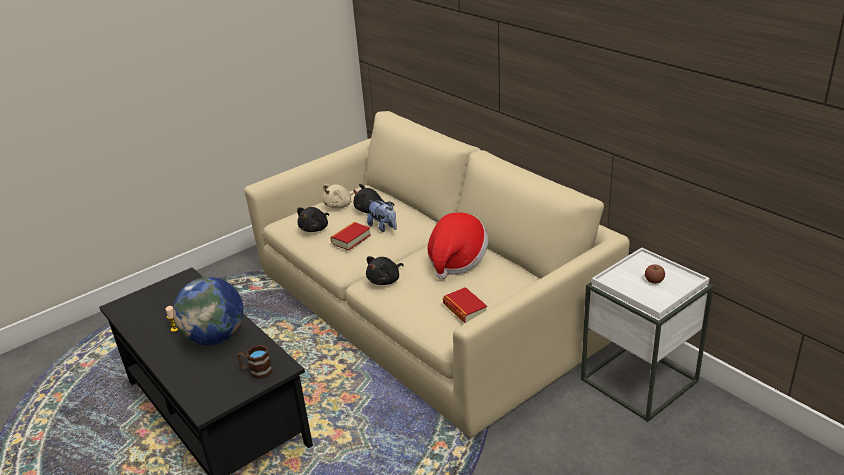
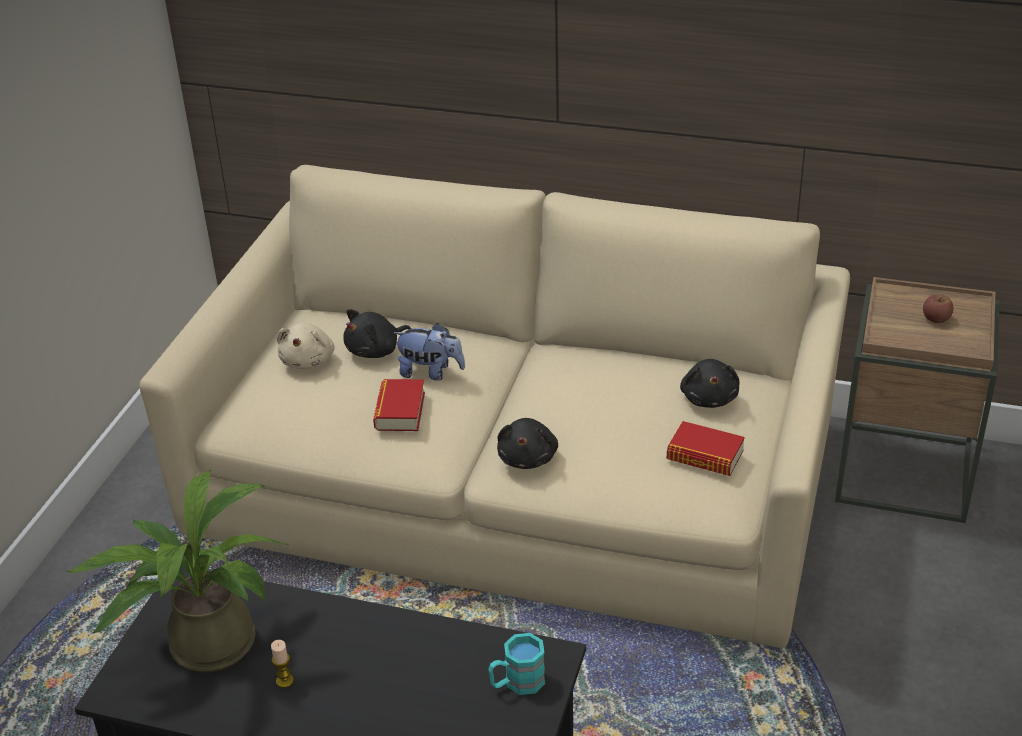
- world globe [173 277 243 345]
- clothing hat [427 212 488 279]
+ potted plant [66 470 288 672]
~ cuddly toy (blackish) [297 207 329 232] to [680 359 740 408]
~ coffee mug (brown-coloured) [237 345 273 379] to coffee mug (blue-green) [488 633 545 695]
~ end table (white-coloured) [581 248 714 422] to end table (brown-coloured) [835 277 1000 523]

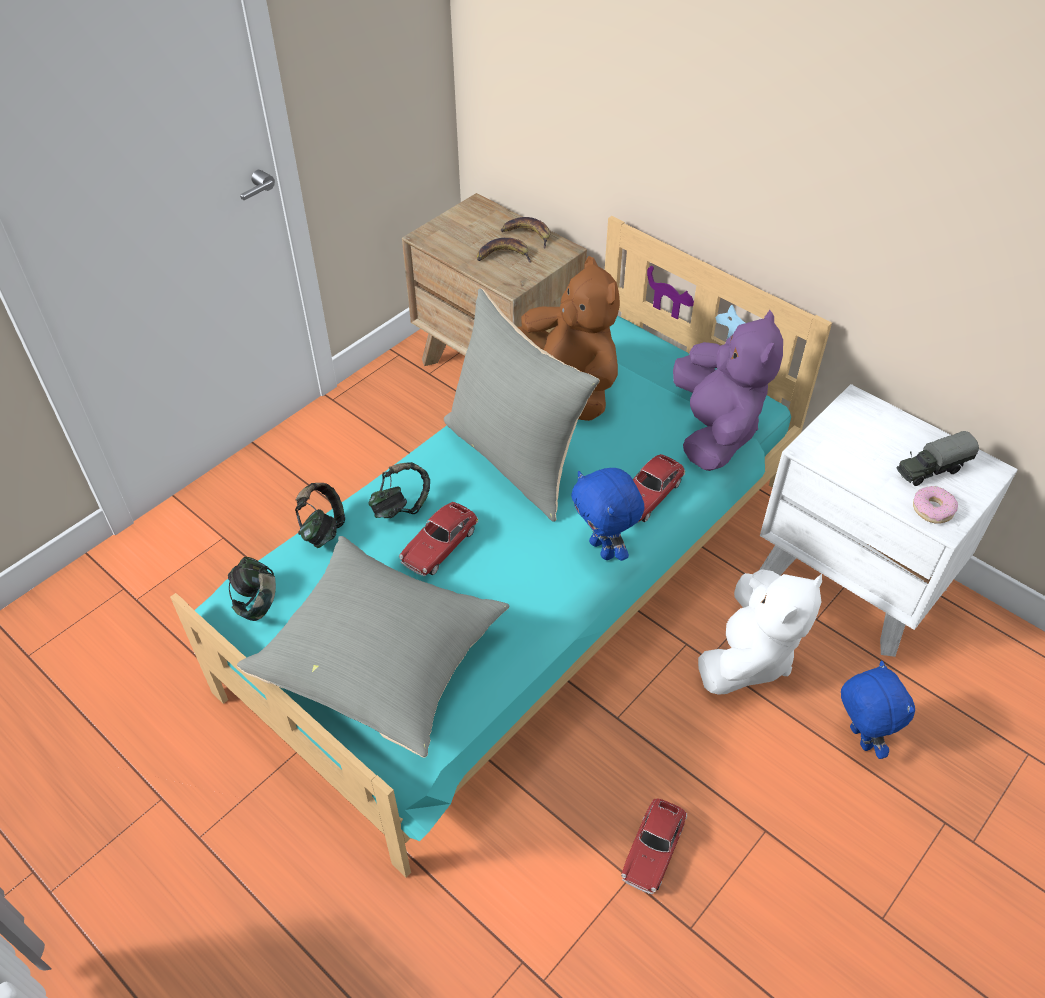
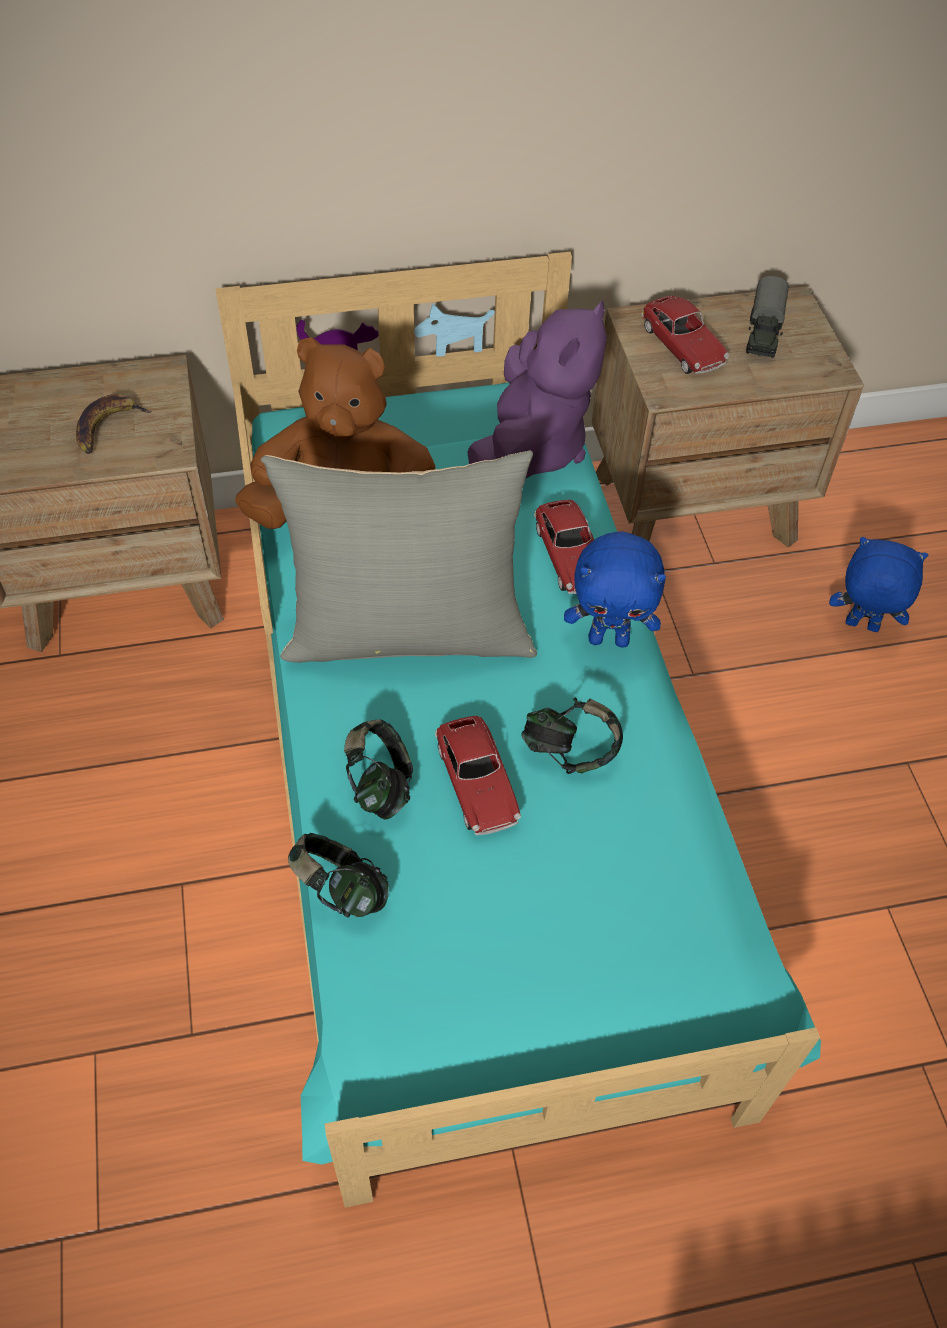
- throw pillow (gray) [237 536 510 758]
- banana fruit [501 217 550 249]
- cuddly toy (white-coloured) [698 569 822 695]
- donut [913 486 958 524]
~ pair of headphones [228 557 276 621] to [521 697 623 774]
~ miniature car [621 798 687 894] to [641 296 729 374]
~ nightstand (white-coloured) [759 384 1018 657] to nightstand (brown-coloured) [592 286 864 548]
~ cuddly toy (purple) [673 310 783 471] = [467 301 607 478] 75 degrees clockwise

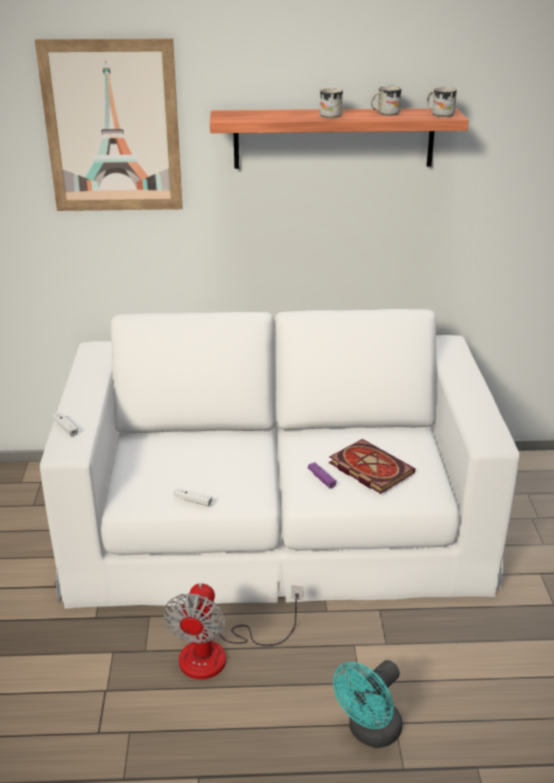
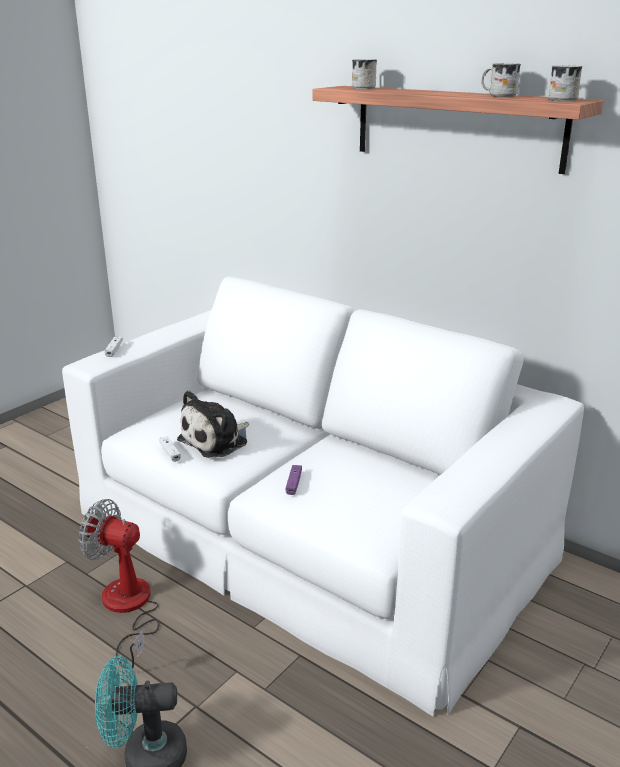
- wall picture [35 38 183 211]
- book [329 439 415 494]
+ cuddly toy [177 390 250 458]
~ coffee mug (white-coloured) [320 88 343 118] to [352 59 377 89]
~ cooling fan [163 583 303 679] = [79 499 159 669] 60 degrees clockwise

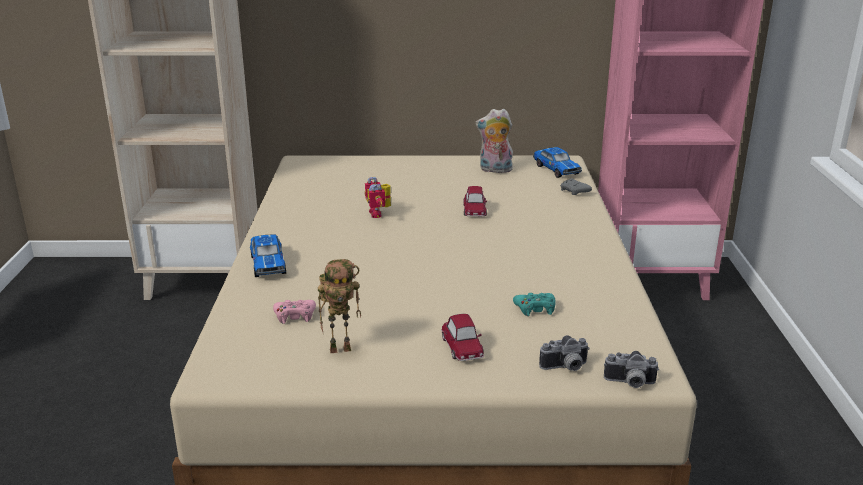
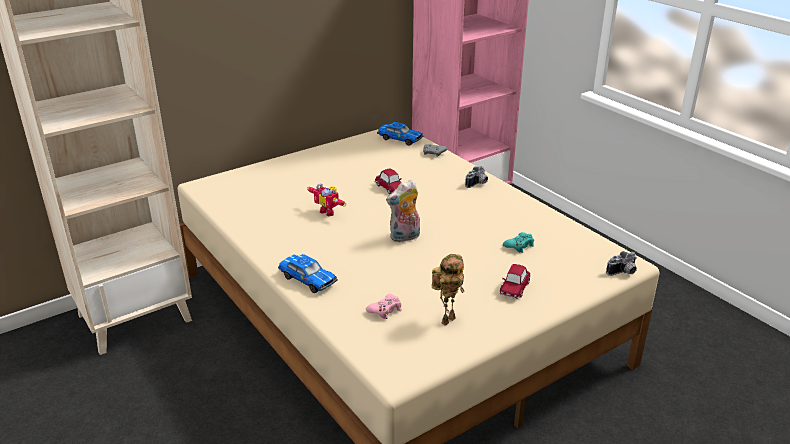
~ cuddly toy [475 109 513 173] to [386 180 420 242]
~ photo camera [539 335 590 371] to [465 166 488 188]
~ miniature car [441 314 484 361] = [500 264 531 299] 75 degrees clockwise

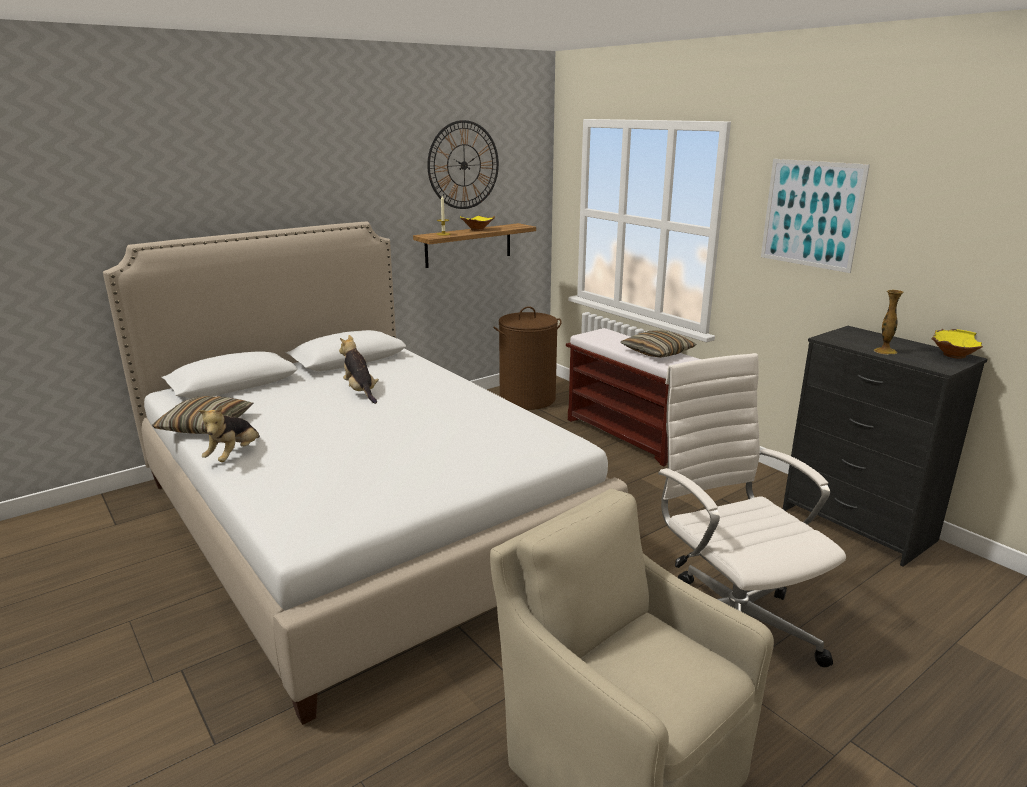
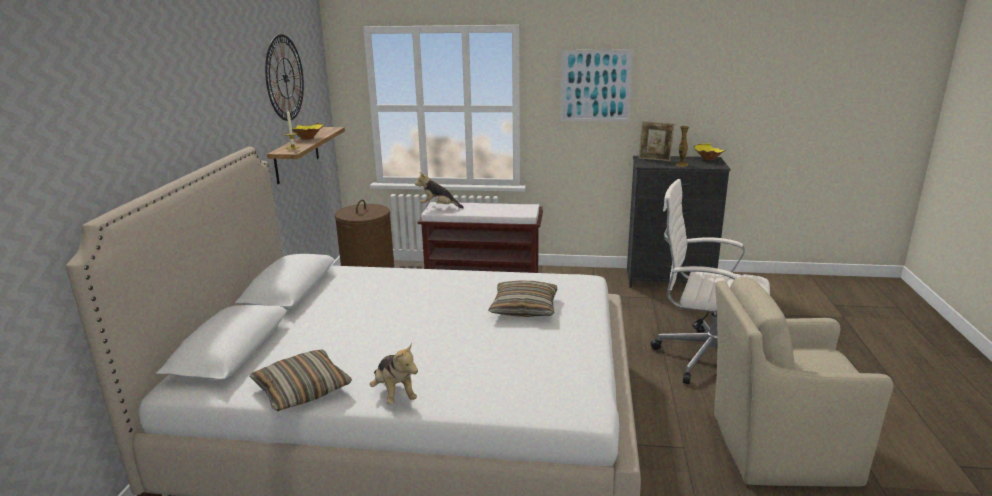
+ standing frame [638 121 674 161]
~ cuddly toy [339 335 379 404] to [415 172 464 208]
~ throw pillow [621 330 696 358] to [488 280 557 317]

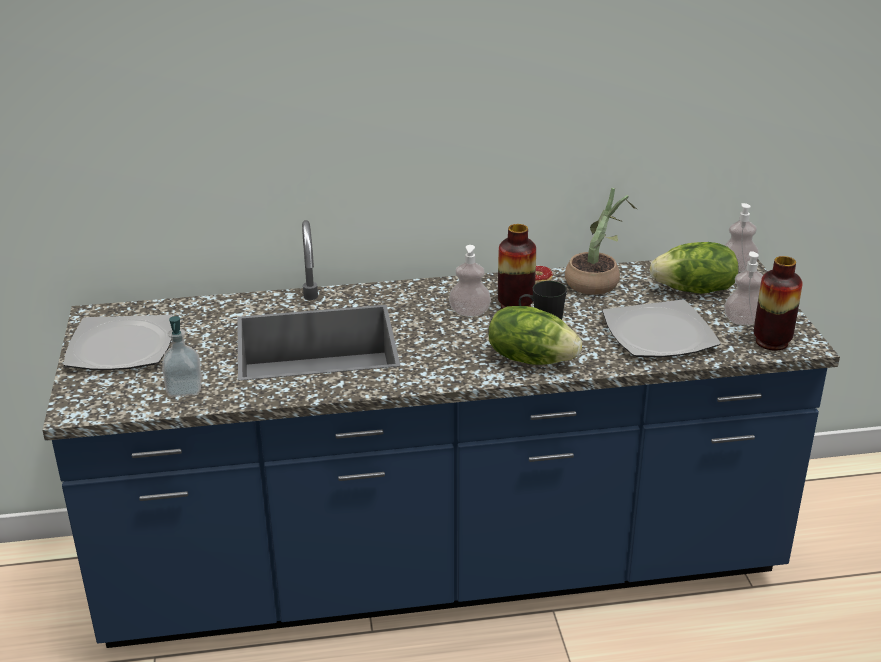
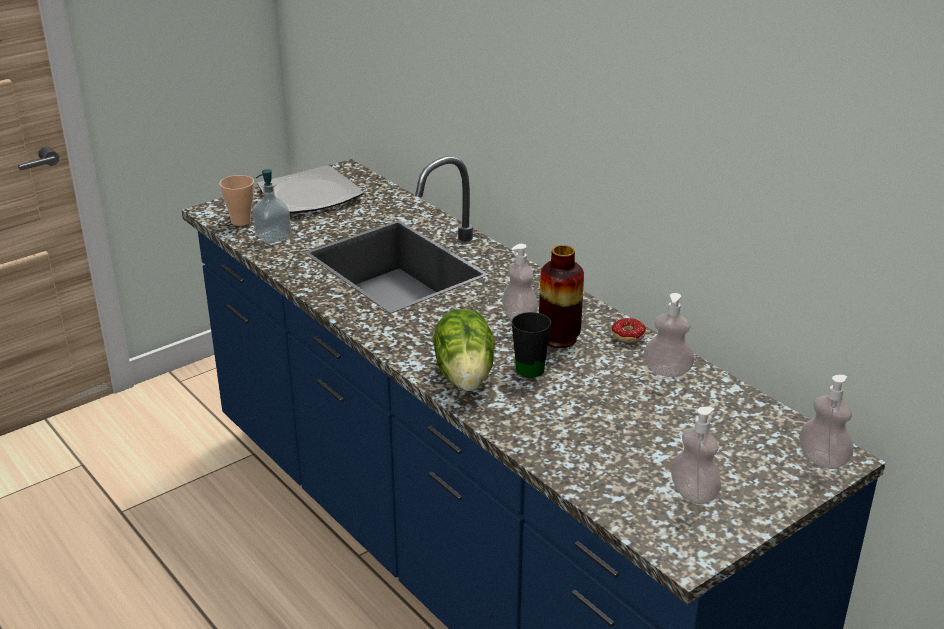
- dinner plate [602 300 721 357]
- lettuce head [650 242 739 294]
- vase [754 256 802 351]
+ small cup [219 175 254 226]
~ potted plant [565 188 637 295] to soap dispenser [644 293 695 377]

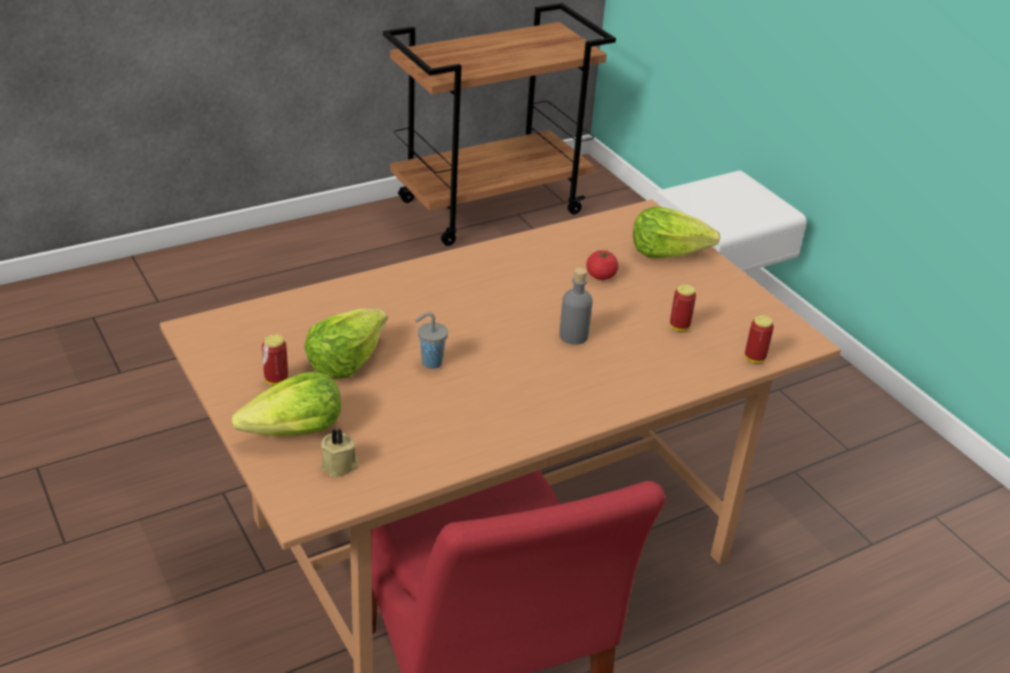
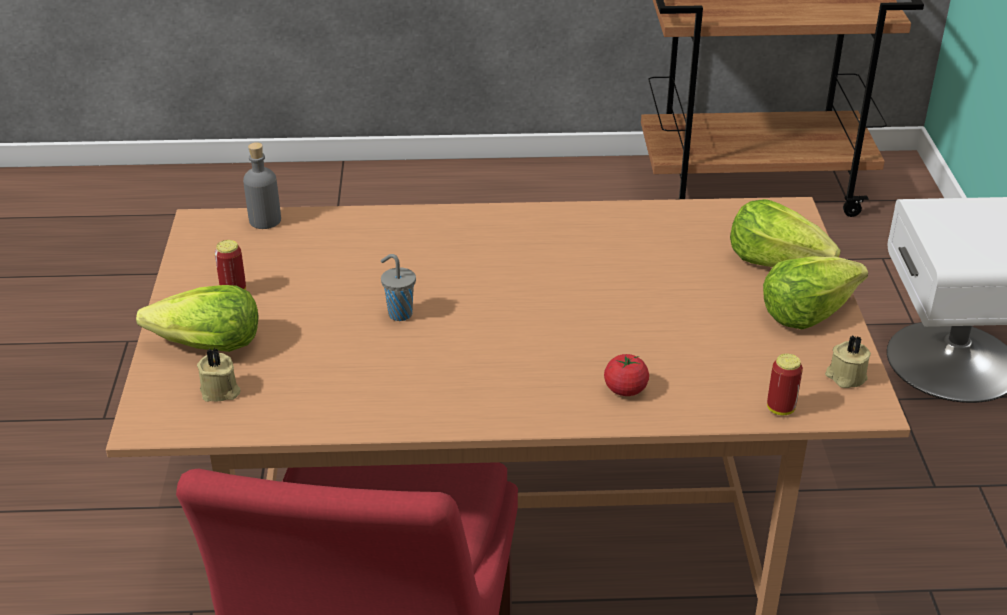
- can [670 284 696 331]
+ wax candle (sand-coloured) [825 335 871 388]
~ lettuce head [304 309 387 379] to [763 256 868 329]
~ bottle (gray) [559 267 593 345] to [243 142 281 229]
~ whole tomato [586 250 618 280] to [604 354 649 396]

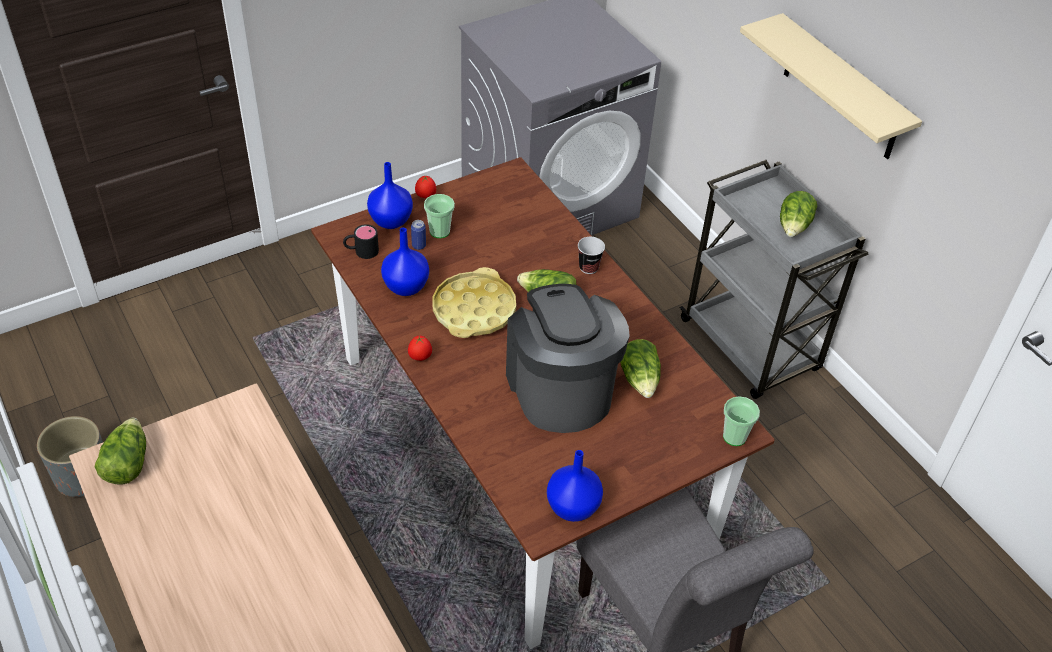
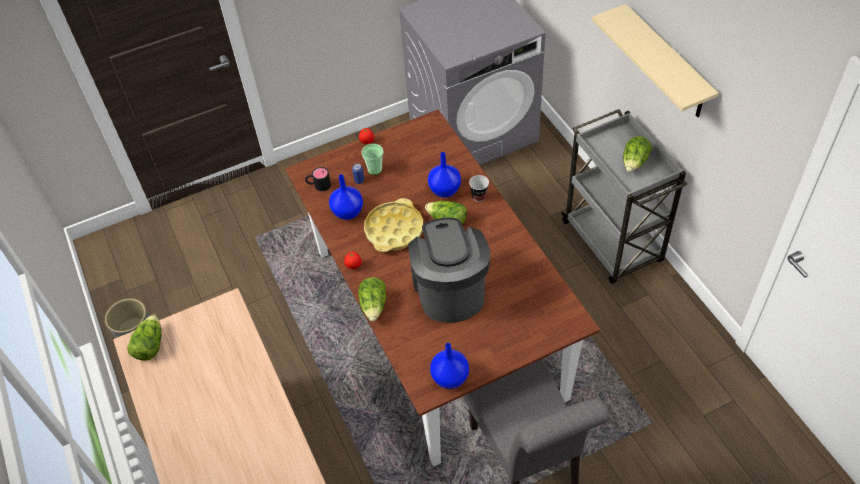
- small cup [723 396 760 446]
~ vase (blue-coloured) [367 162 413 229] to [428 152 461 198]
~ lettuce head [620 339 661 398] to [358 277 386 322]

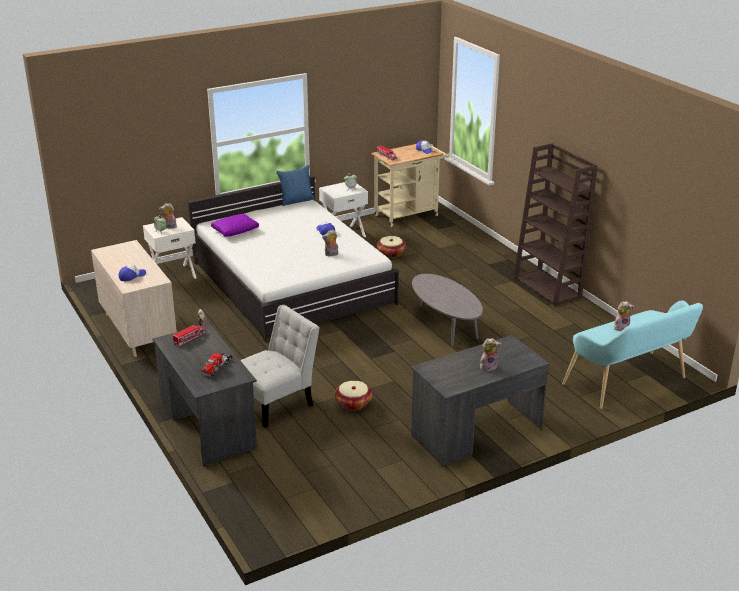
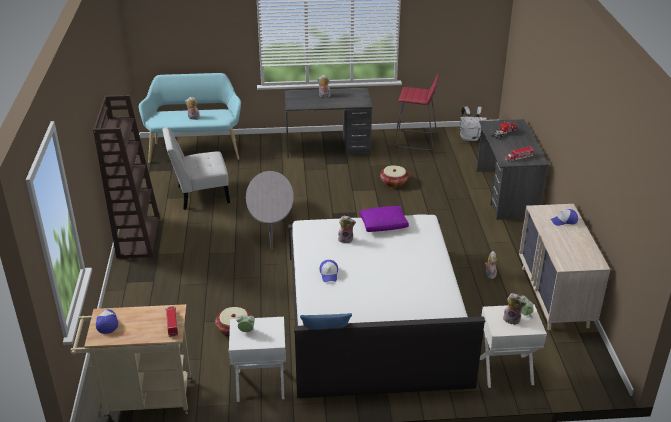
+ sitting stool (red-coloured) [394 73 439 151]
+ backpack (white-coloured) [460 106 487 141]
~ throw pillow (purple) [211 214 259 237] to [359 206 409 232]
~ plain chair (white-coloured) [240 305 320 428] to [162 127 230 210]

